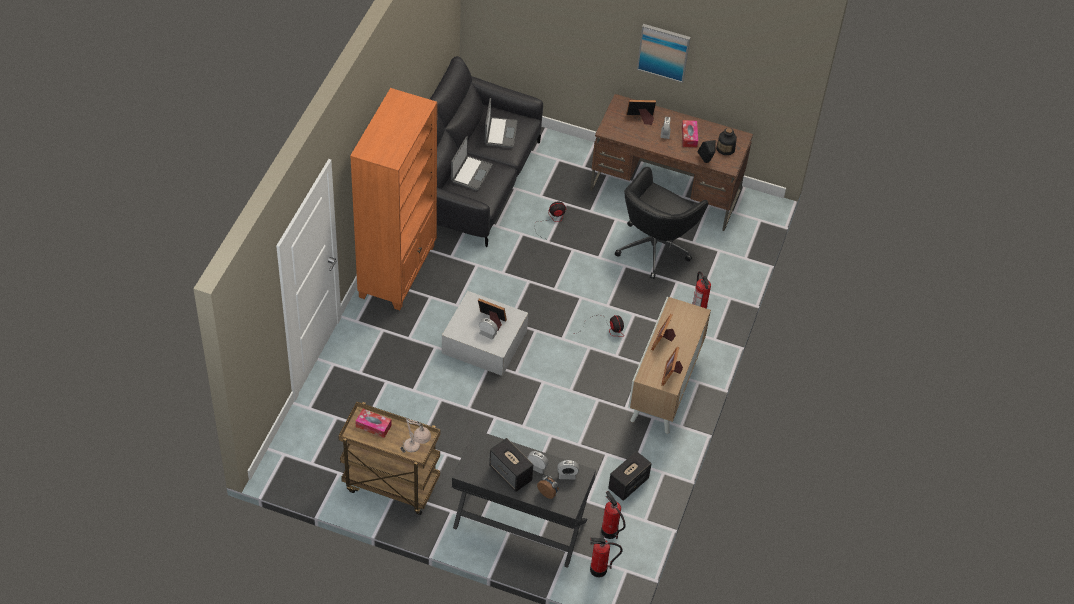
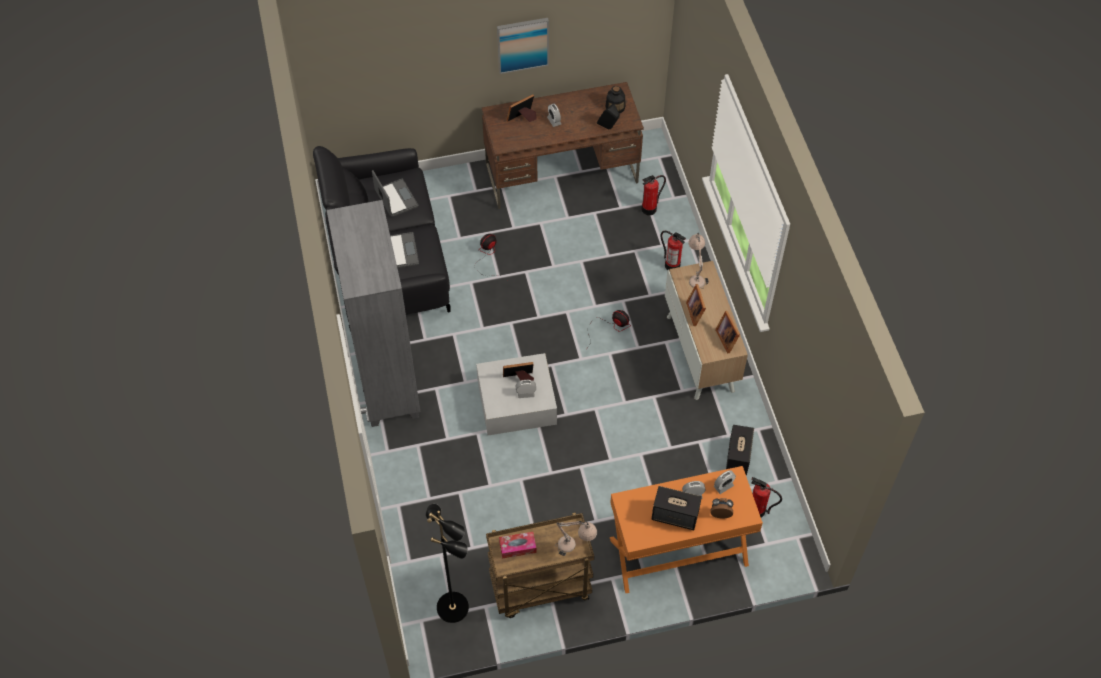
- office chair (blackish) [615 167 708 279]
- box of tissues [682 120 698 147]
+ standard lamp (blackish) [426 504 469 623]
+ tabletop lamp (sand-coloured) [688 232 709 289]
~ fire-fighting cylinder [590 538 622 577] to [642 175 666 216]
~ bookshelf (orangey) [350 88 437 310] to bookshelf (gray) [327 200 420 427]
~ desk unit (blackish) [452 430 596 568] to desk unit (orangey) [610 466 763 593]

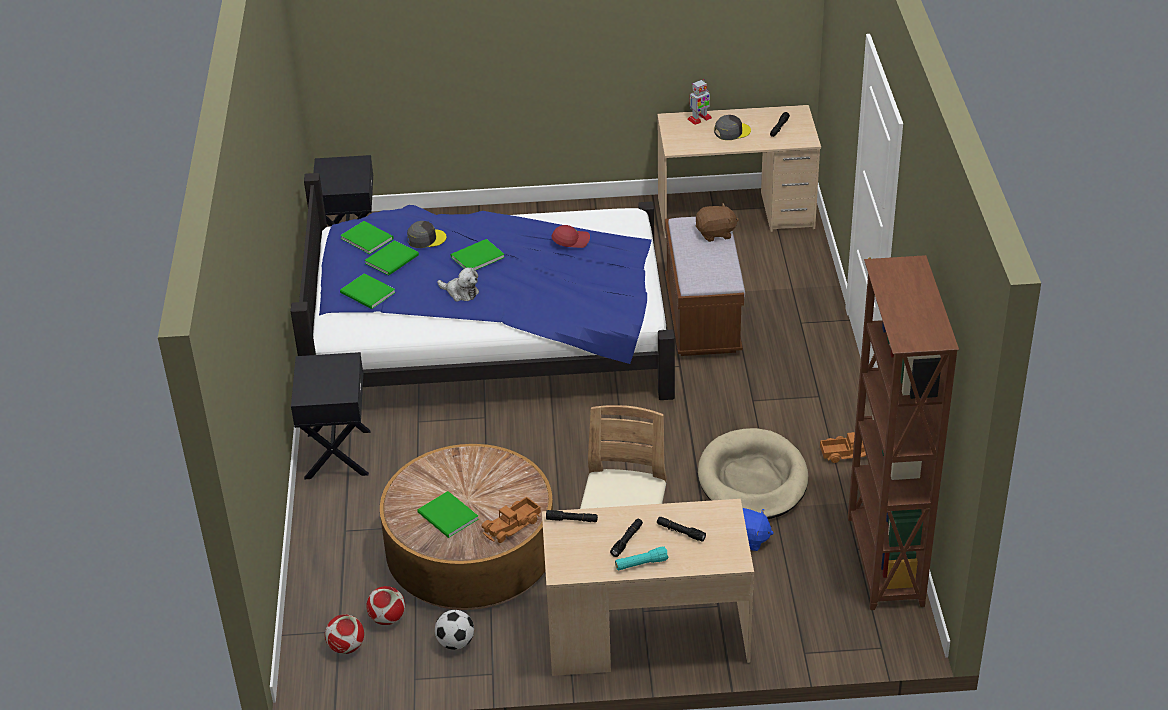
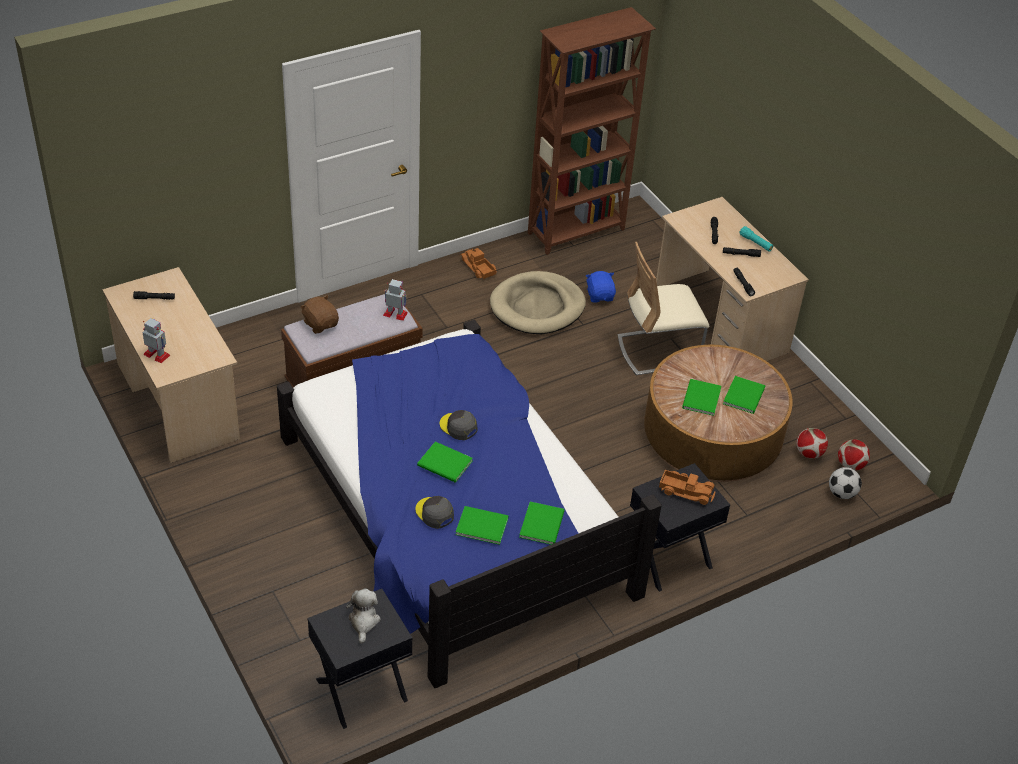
- peaked cap (red-coloured) [551 225 590 248]
+ toy robot [383 279 408 321]
~ book (green-coloured) [340 221 393 254] to [682 379 721 416]
~ football [435 610 474 650] to [829 467 862 499]
~ cuddly toy [437 267 479 302] to [346 588 381 644]
~ toy lorry [481 497 541 543] to [659 470 716 505]
~ peaked cap (gray) [714 115 751 140] to [440 410 477 440]

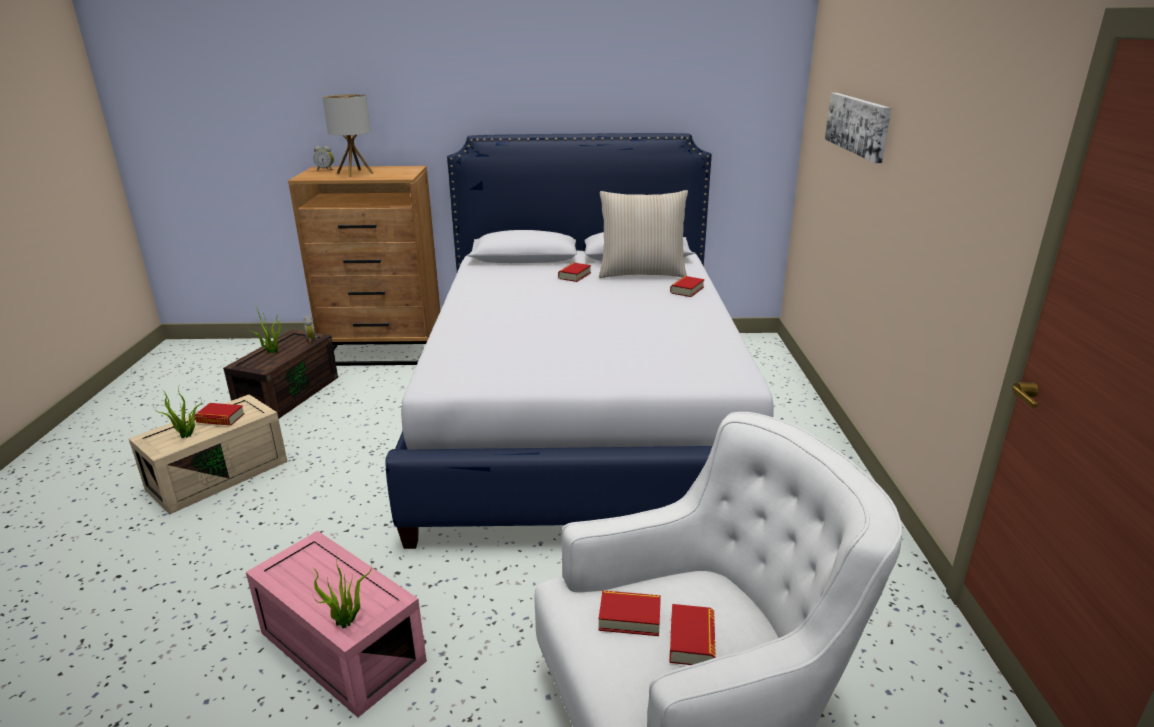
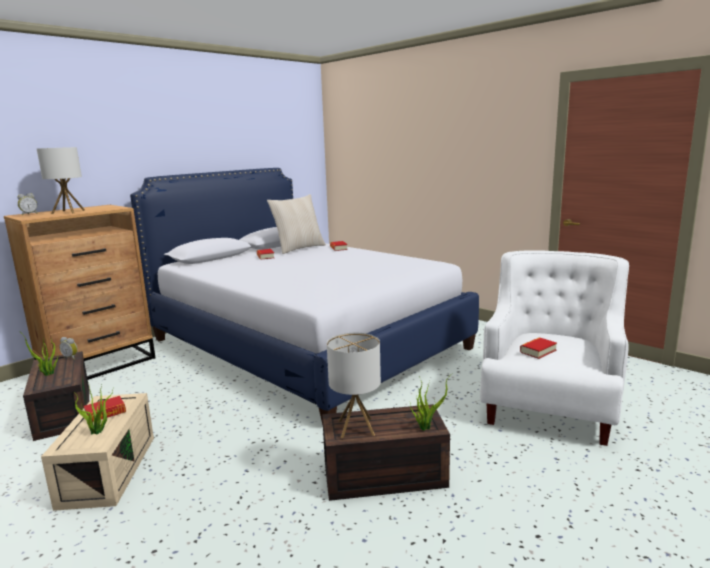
- book [670 604 716 665]
- wall picture [825 93 891 163]
+ tabletop lamp [327 333 381 438]
~ storage container (pinkish) [246 531 427 717] to storage container (brown-coloured) [322 404 450 501]

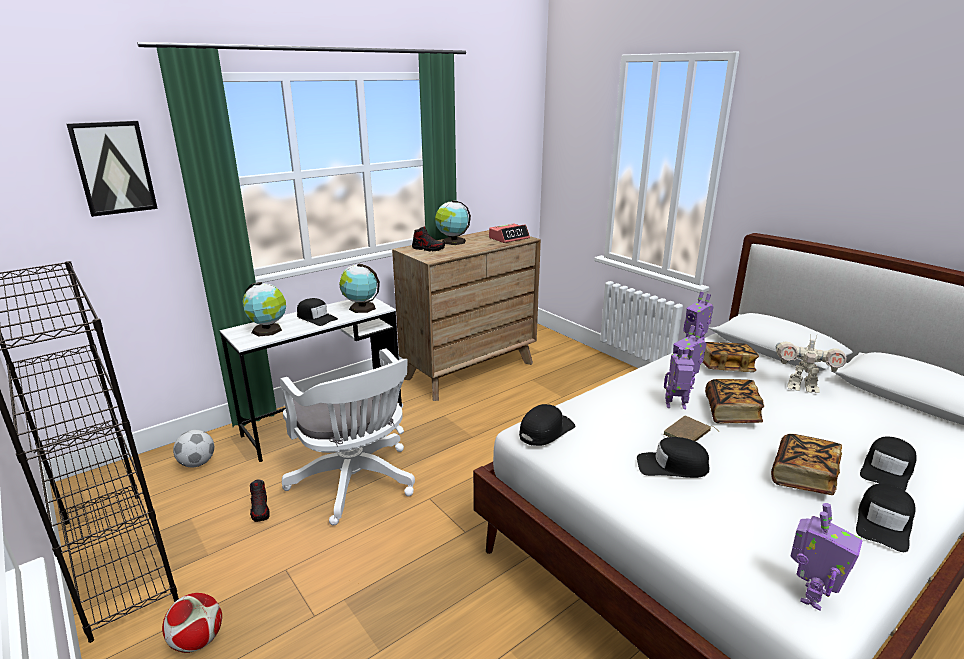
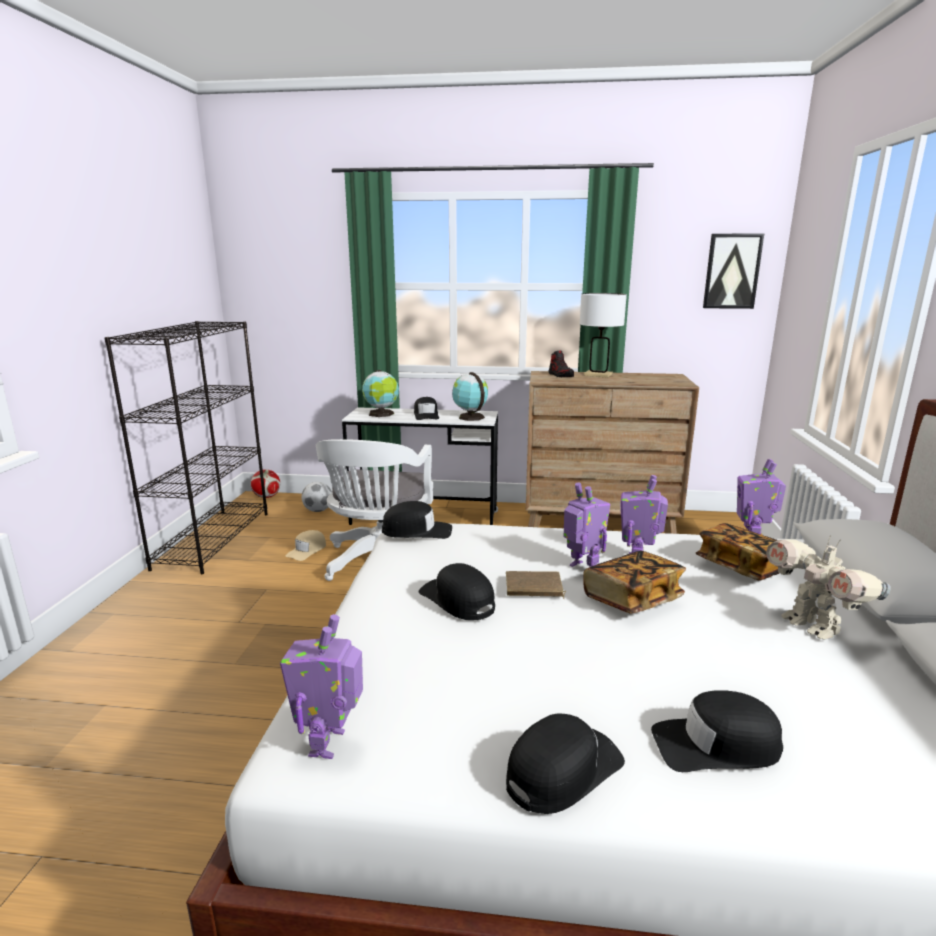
- alarm clock [489 223 530 243]
- book [771 434 842 495]
~ wall picture [67 121 158 217] to [703 233 764 309]
~ football [162 593 222 653] to [251 470 280 498]
~ low shoe [250 479 270 522] to peaked cap (sand-coloured) [285 530 326 561]
~ world globe [435 200 471 245] to tabletop lamp (white-coloured) [579 293 627 378]
~ toy robot [790 503 862 610] = [280 614 363 759] 105 degrees clockwise
~ peaked cap (blackish) [856 483 915 552] = [506 714 625 814] 150 degrees clockwise

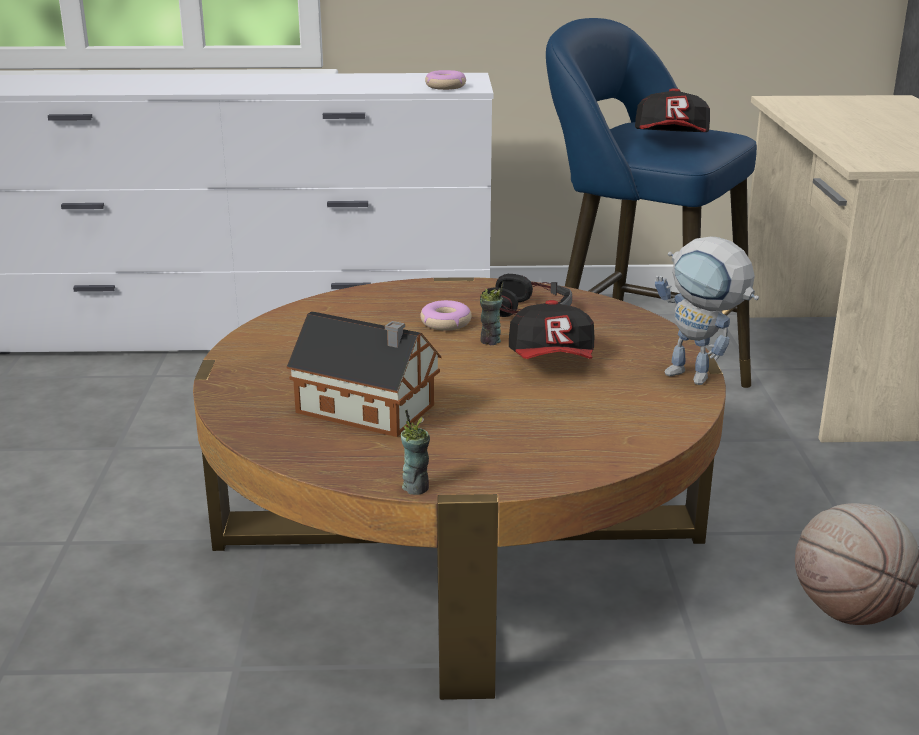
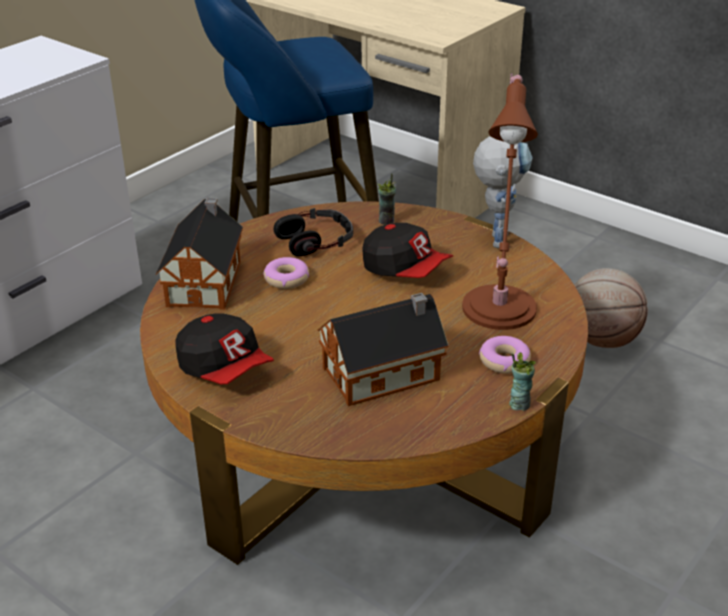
+ toy house [156 198 243 310]
+ tabletop lamp (brown-coloured) [462 73 538 330]
~ donut [425 70 466 90] to [479 336 531 374]
~ small cup [480 282 504 345] to [378 173 396 225]
~ peaked cap [635 88 710 132] to [175 313 274 384]
~ toy robot [655 237 759 385] = [473 136 533 248] 75 degrees counterclockwise

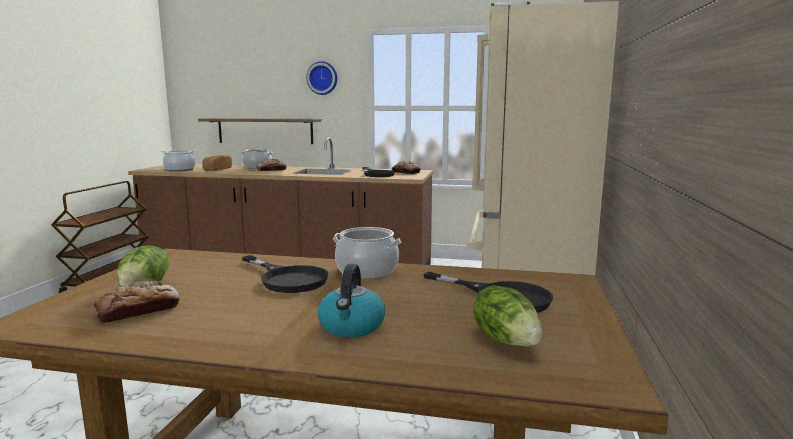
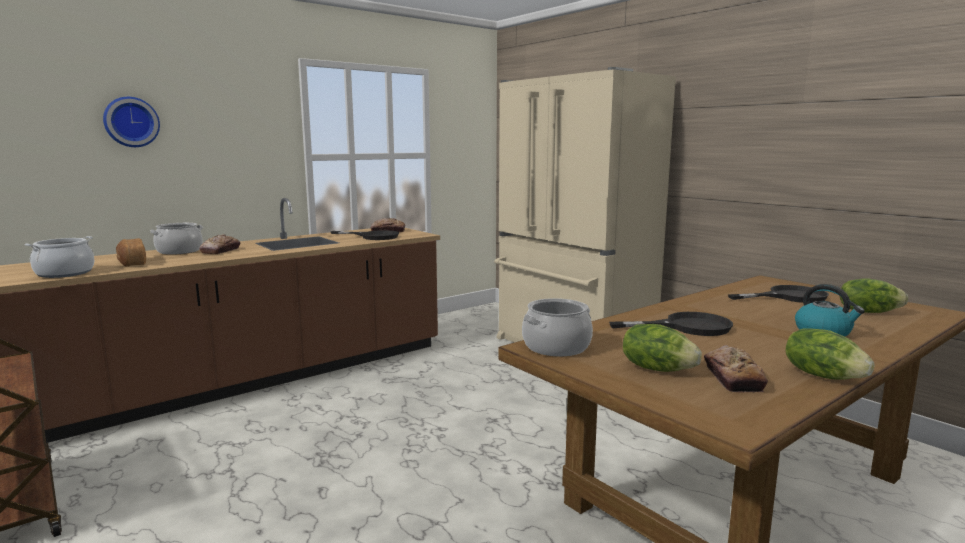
- bracket shelf [198 118 321 144]
+ lettuce head [786 328 874 380]
~ clock on the wall [307 61 337 95] to [103 97 160 147]
~ saucepot [333 227 401 279] to [522 298 593 357]

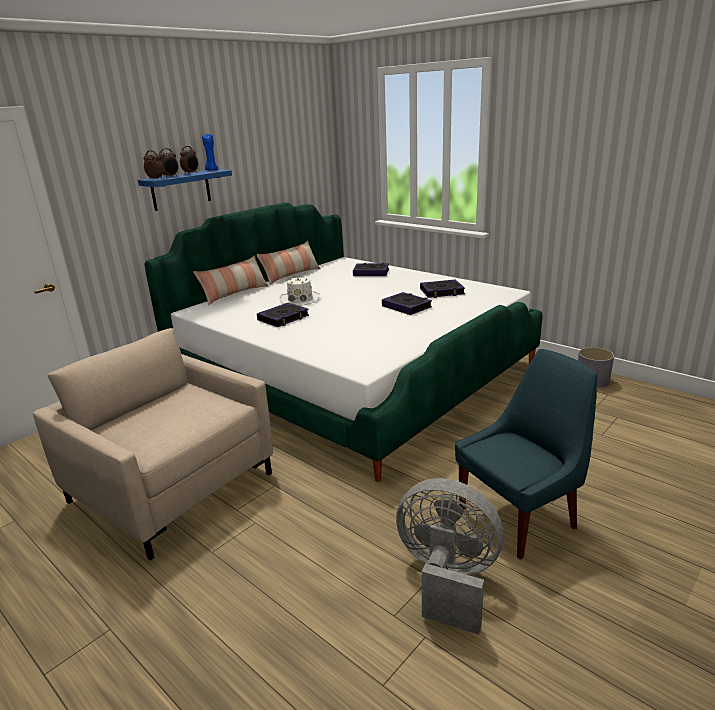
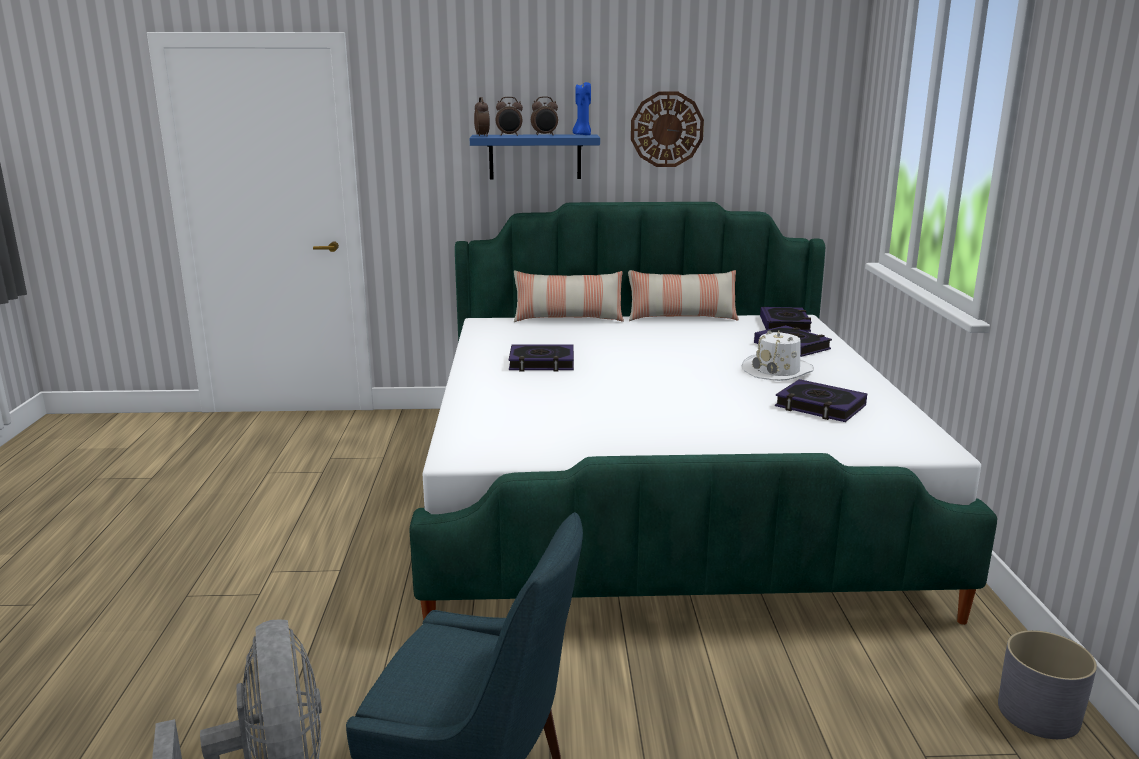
- lounge chair (sand-coloured) [33 328 273 561]
+ clock on the wall [631 92 704 167]
~ clothing hat (white-coloured) [280 277 320 306] to [741 330 814 381]
~ book [382 292 432 315] to [760 307 812 332]

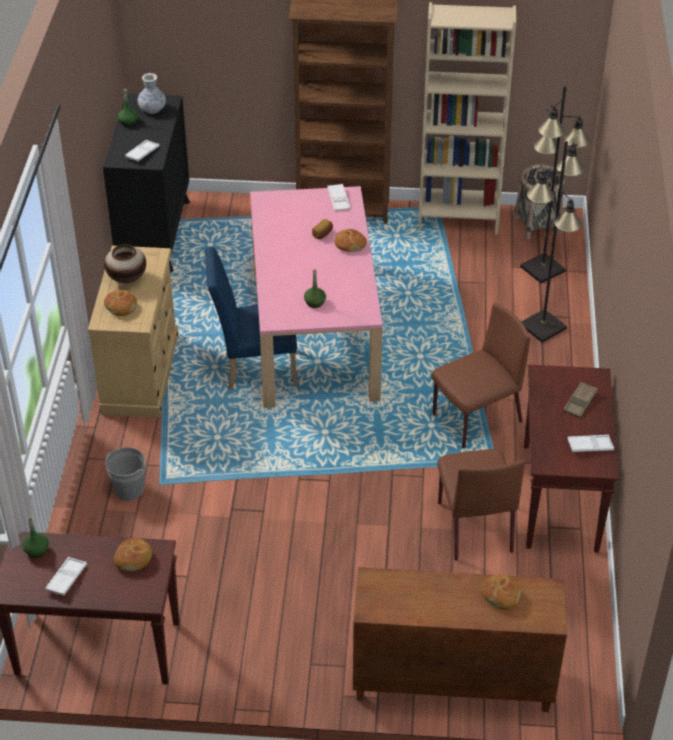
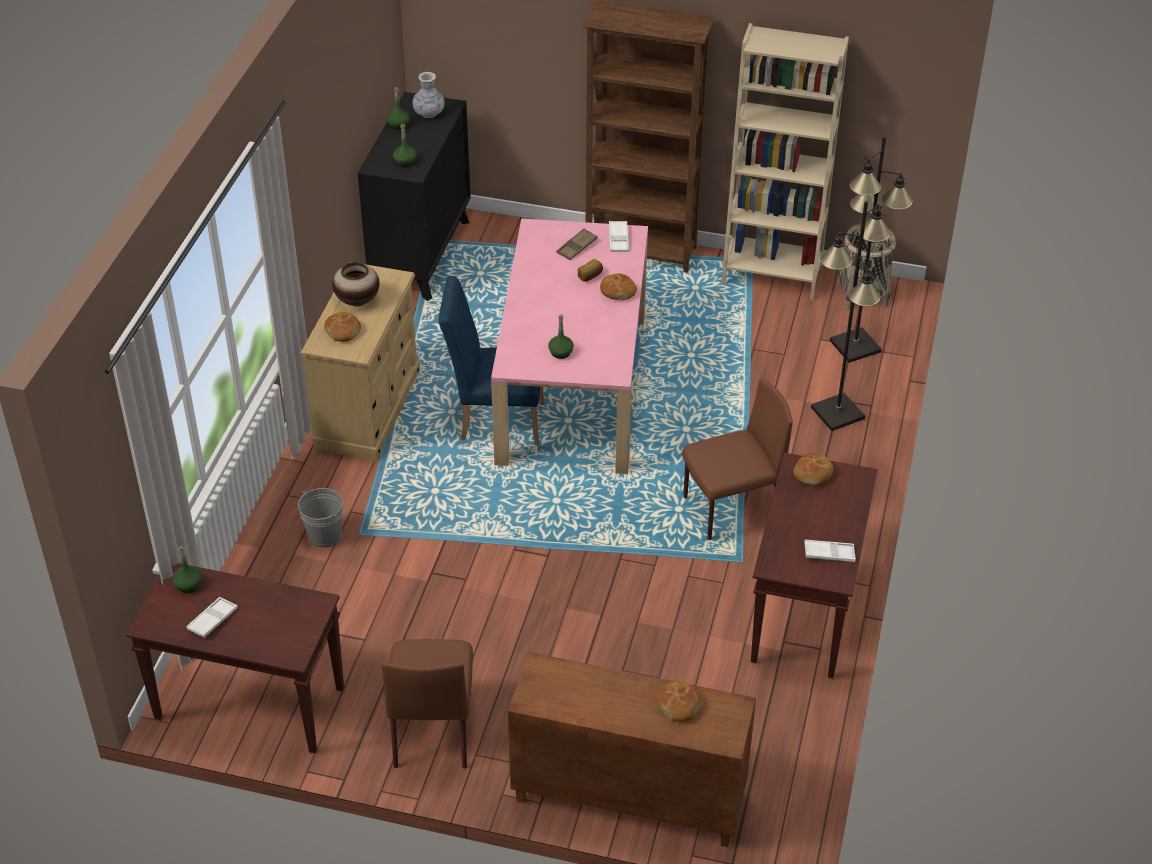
~ bakery bread [113 538 153 571] to [793 453 833 485]
~ plain chair (brown-coloured) [437 449 525 560] to [381 639 473 769]
~ serving tray (brown-coloured) [563 382 598 418] to [556 228 598 260]
~ serving tray (white-coloured) [125 140 159 162] to bottle (green-coloured) [393 124 417 167]

